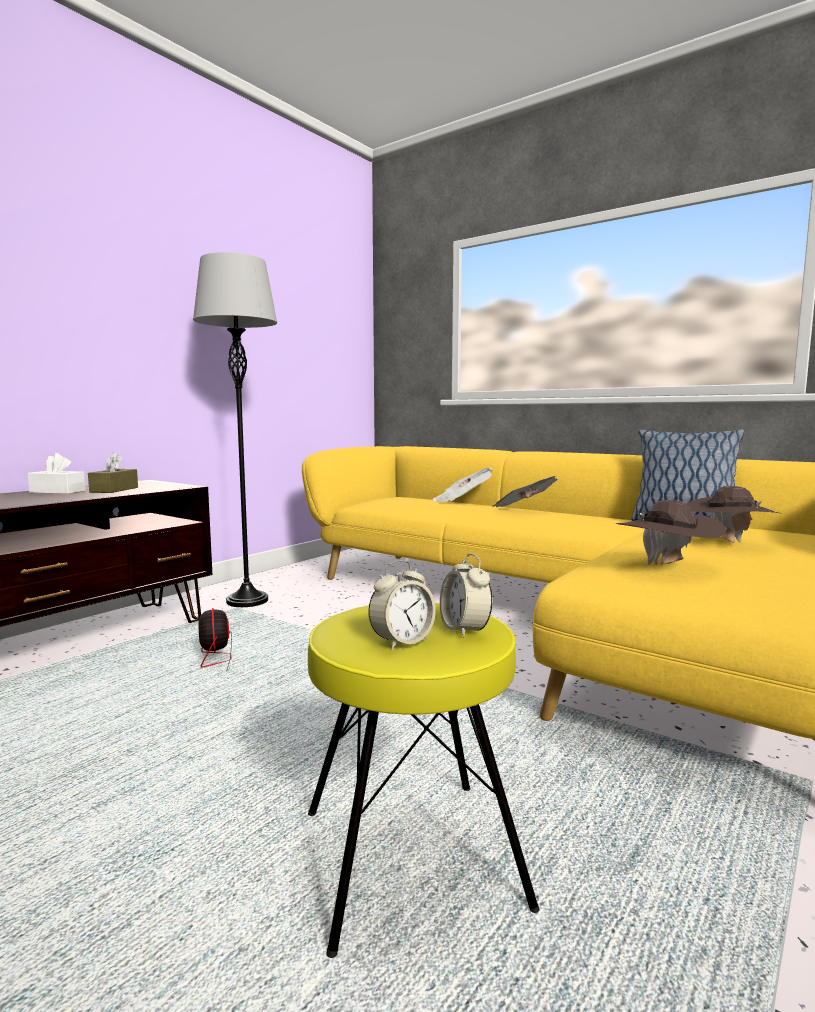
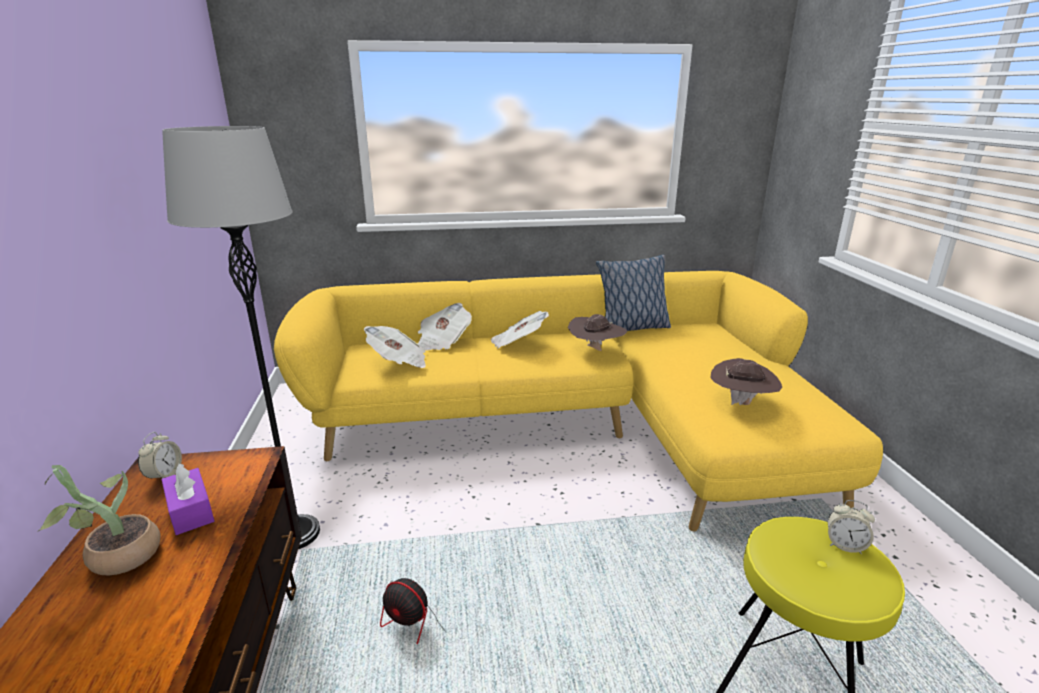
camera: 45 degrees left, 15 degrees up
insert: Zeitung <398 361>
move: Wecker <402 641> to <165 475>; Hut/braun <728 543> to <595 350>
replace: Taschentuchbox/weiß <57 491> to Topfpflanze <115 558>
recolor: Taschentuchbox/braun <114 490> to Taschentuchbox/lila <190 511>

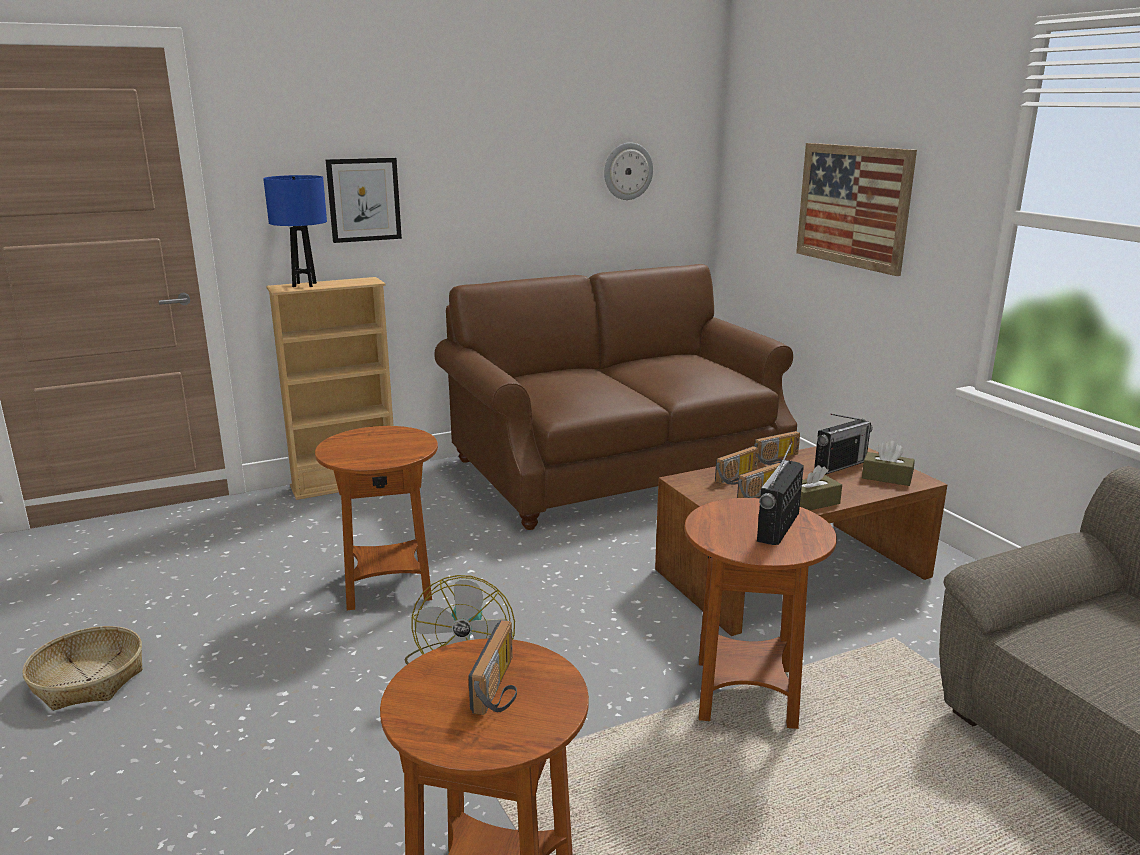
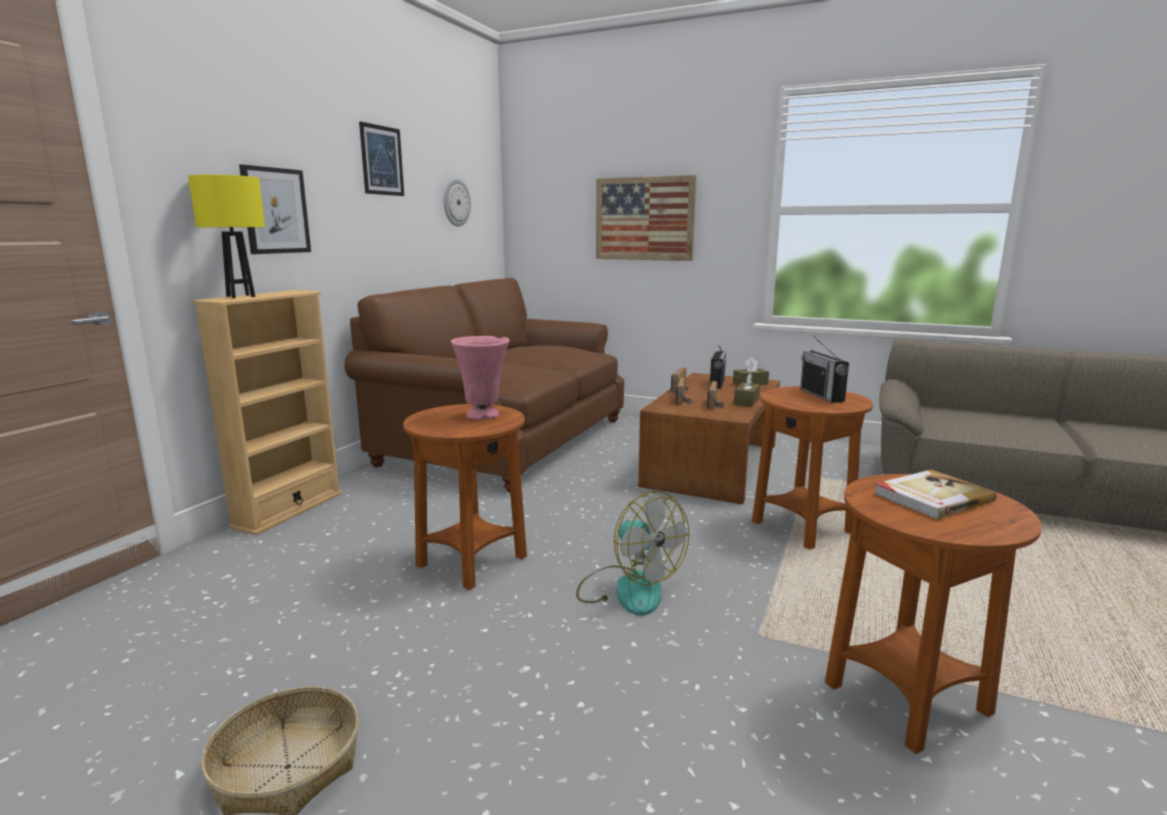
camera: 40 degrees left, 5 degrees down
insert: Bild <382 160>; Vase/rosa <483 416>
replace: Radio <501 687> to Buch <931 497>
recolor: Tischlampe/blau <304 285> to Tischlampe/gelb <240 296>

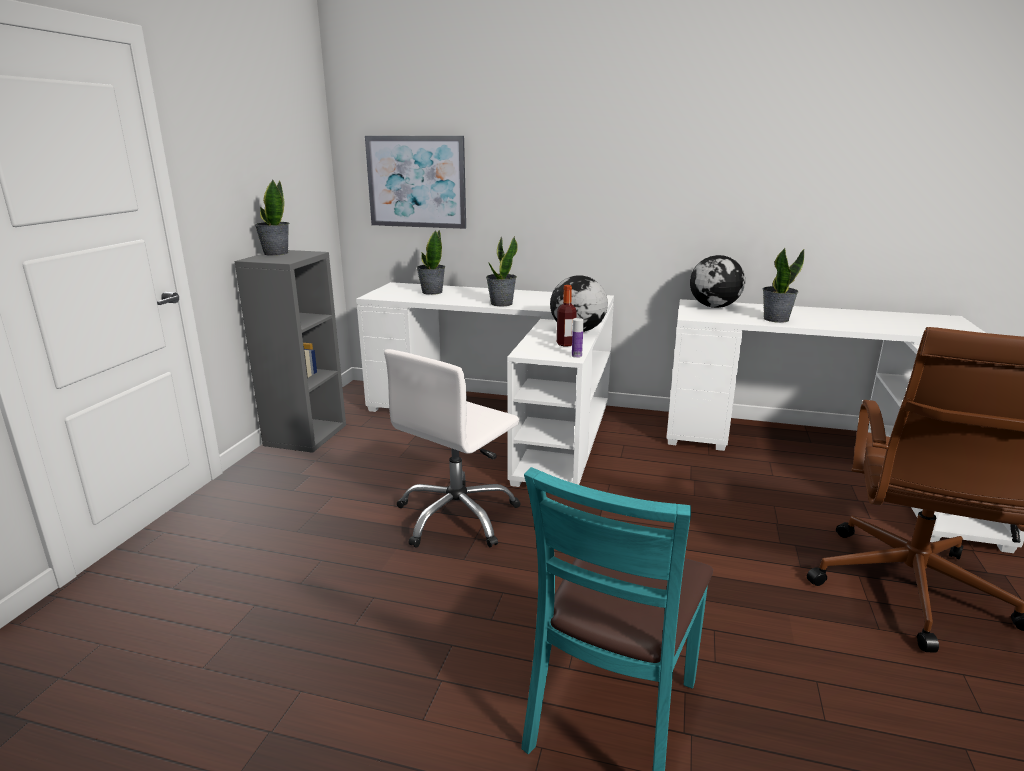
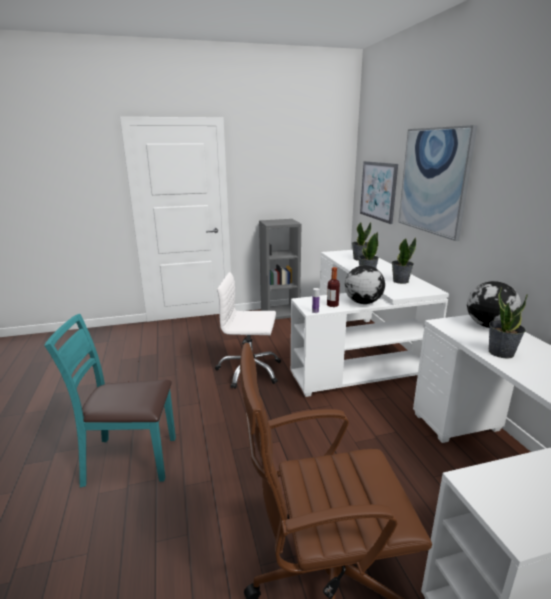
camera: 60 degrees right, 0 degrees up
insert: Bild <433 181>
move: Topfpflanze <275 253> to <400 281>

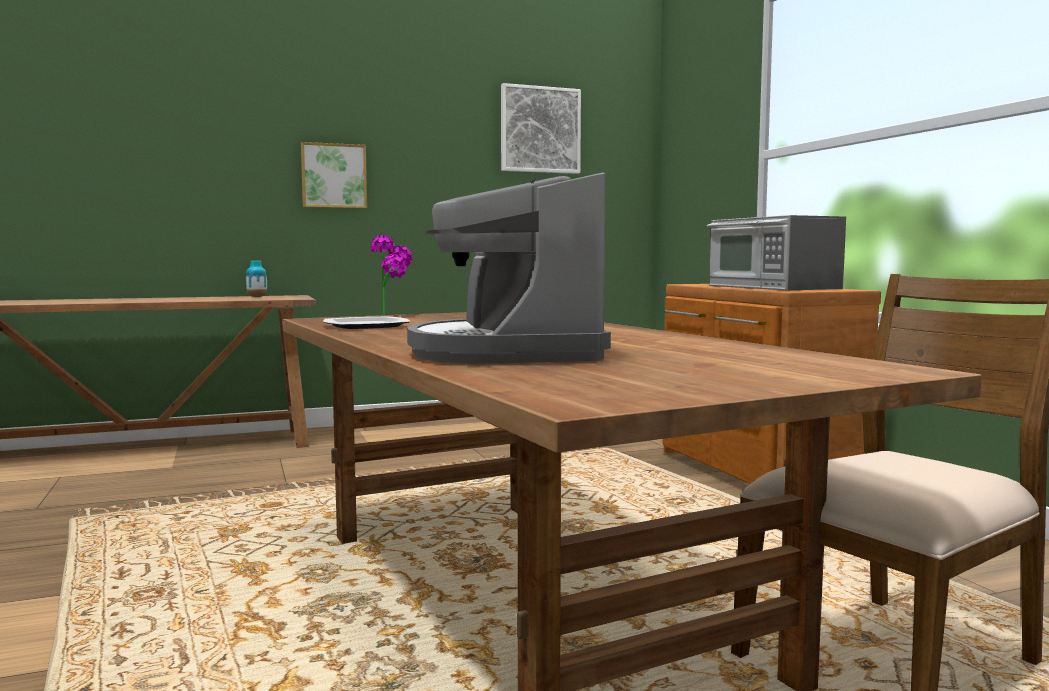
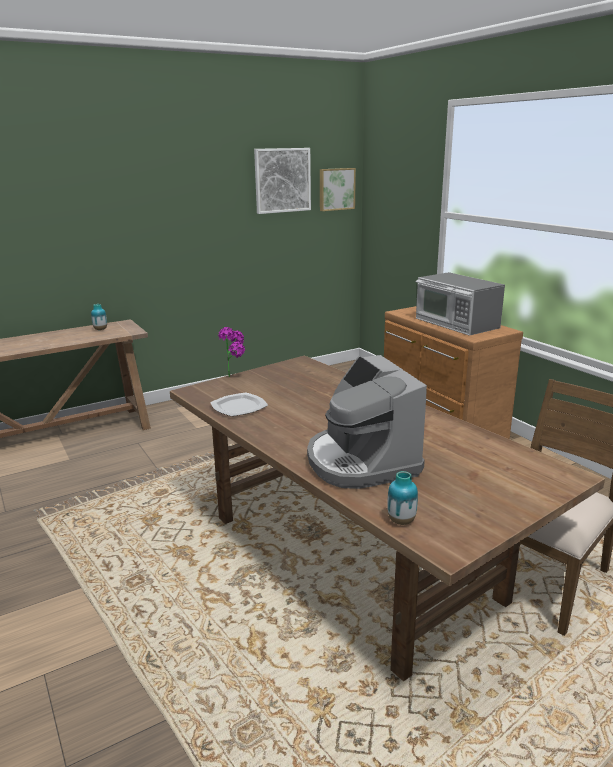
camera: 10 degrees left, 15 degrees up
insert: Vase <401 521>
move: Bild <333 176> to <336 189>

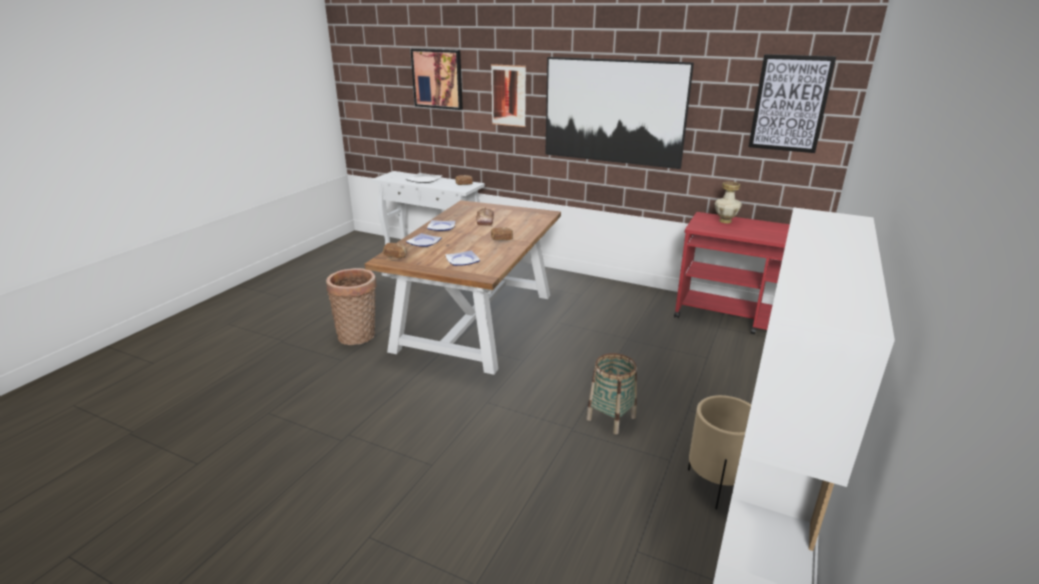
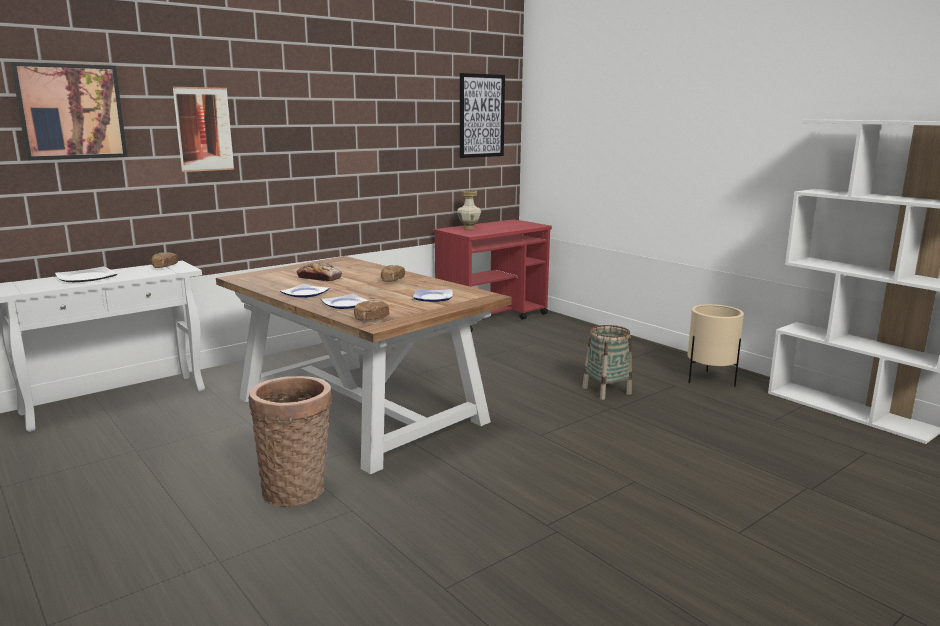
camera: 65 degrees left, 10 degrees down
delete: Bild <613 112>

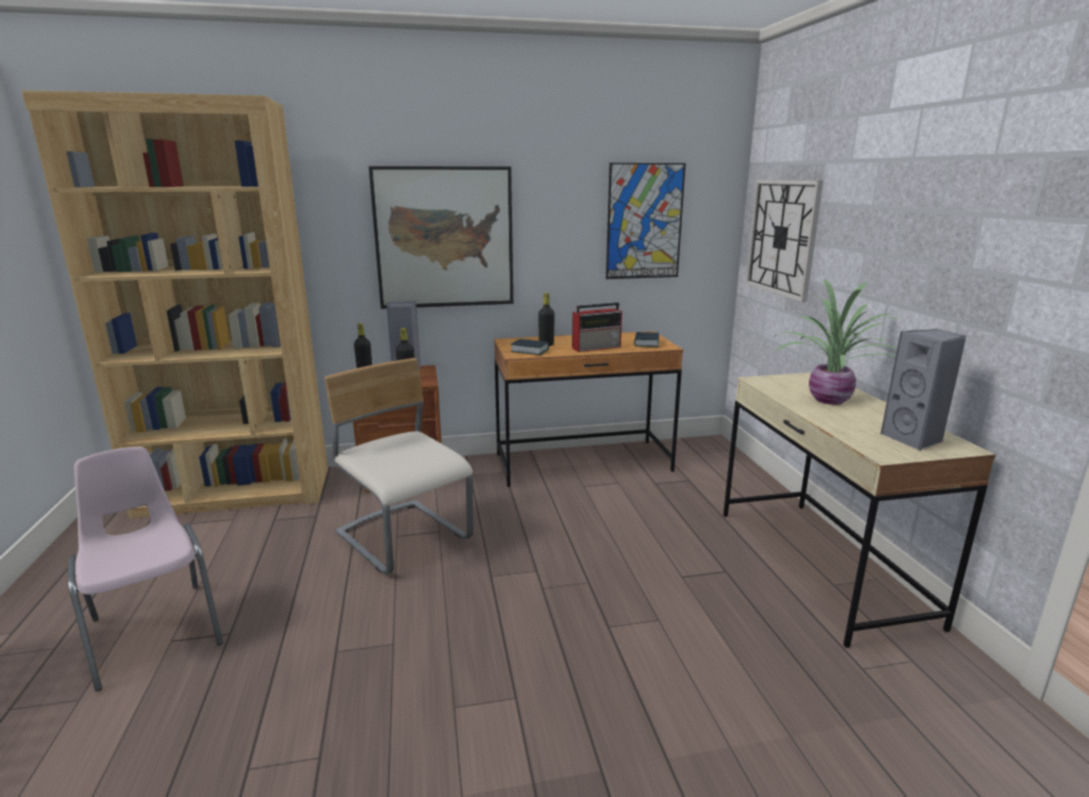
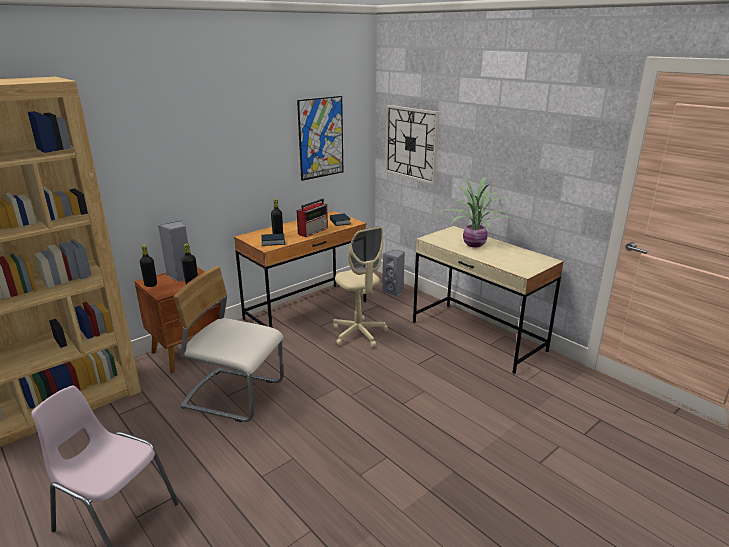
camera: 30 degrees left, 5 degrees up
delete: Bild <444 238>
insert: Bürostuhl/beige <359 334>
move: Lautsprecher/grau <914 439> to <394 292>

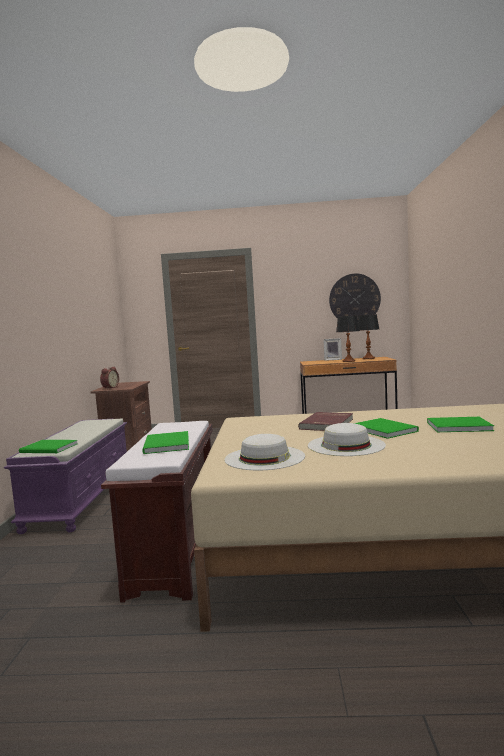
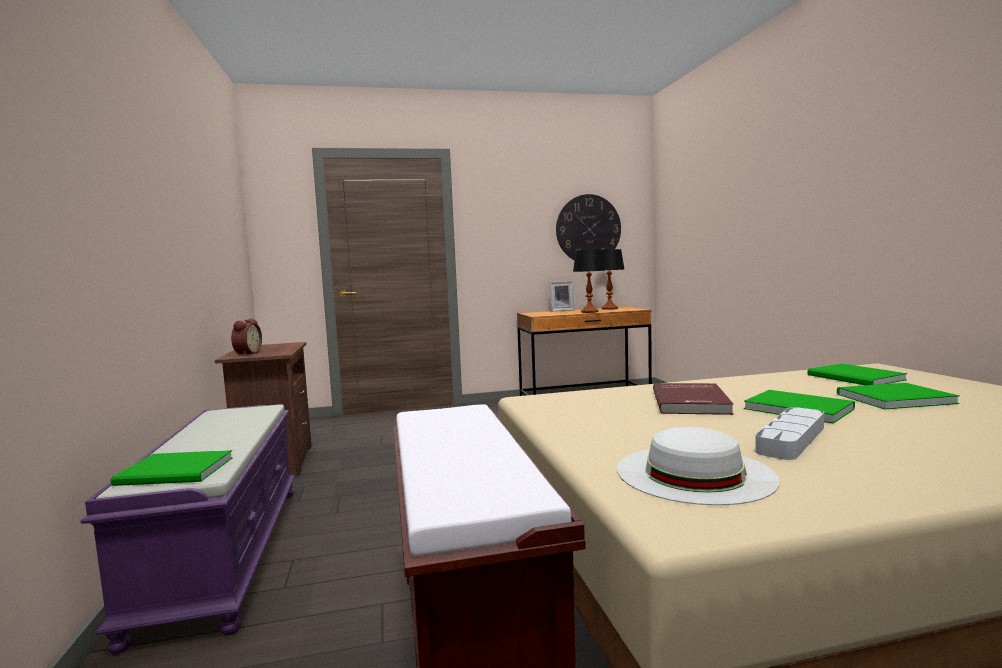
camera: 15 degrees left, 0 degrees up
move: Buch/grün <165 445> to <856 378>
replace: Hut/weiß <346 445> to Tablett/grau <791 439>

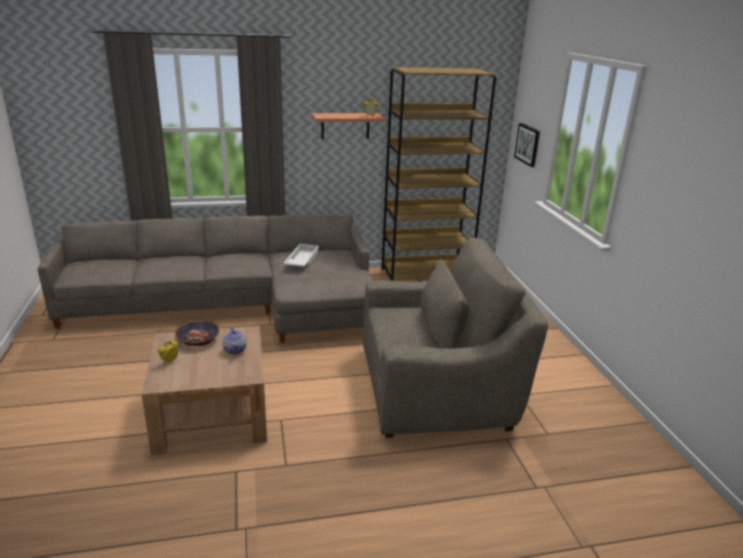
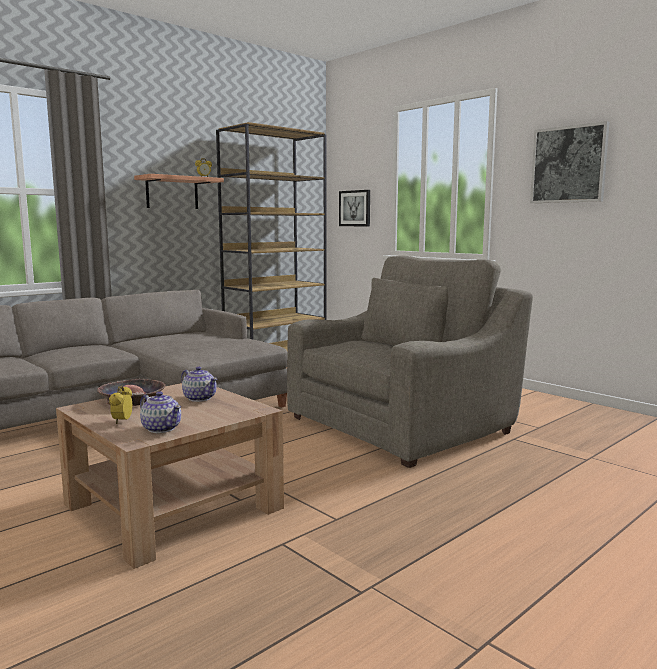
camera: 30 degrees left, 15 degrees down
delete: Tablett/weiß <301 260>
insert: Teekanne <161 428>; Bild <569 164>

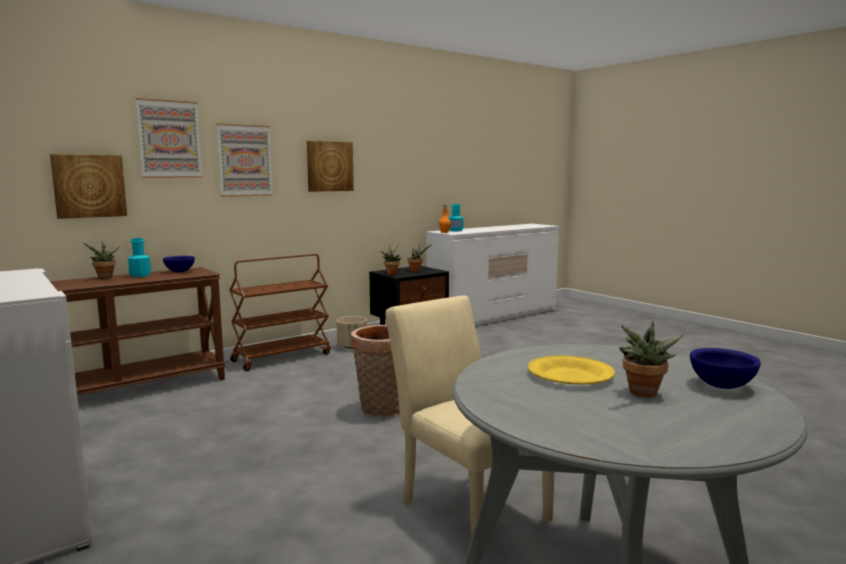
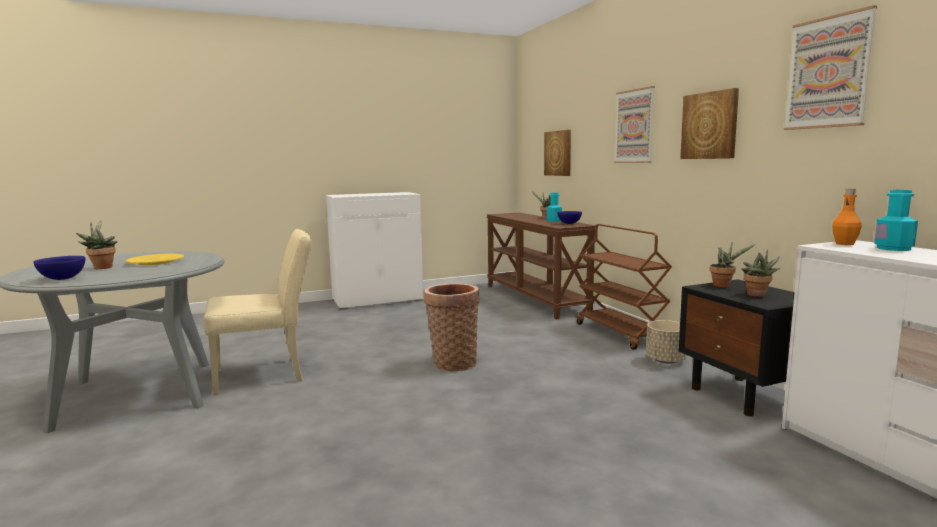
camera: 105 degrees right, 0 degrees up
move: Bild <169 139> to <828 73>

